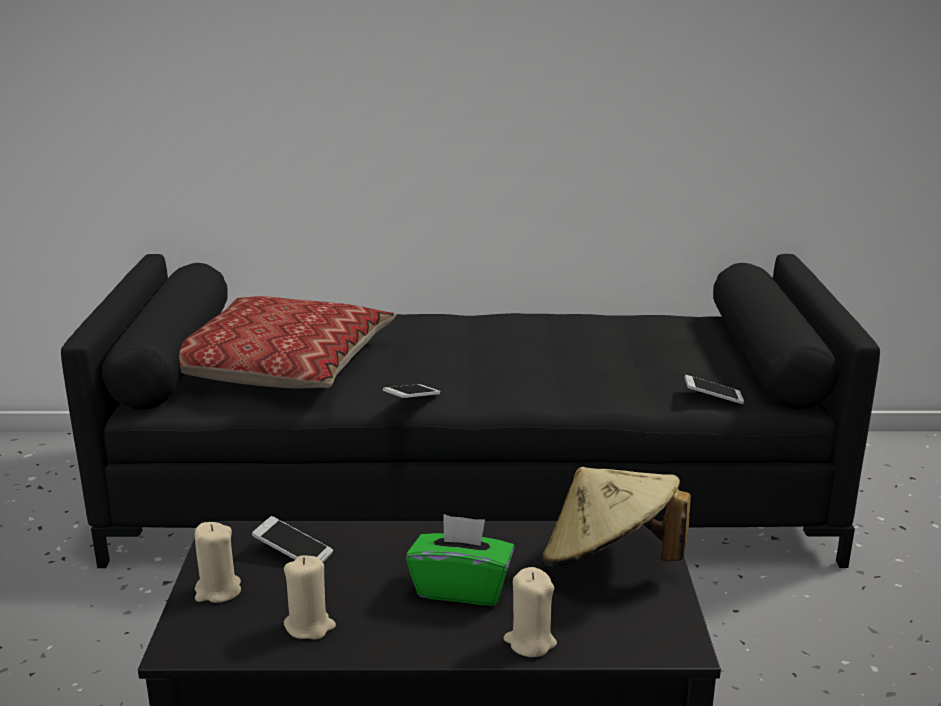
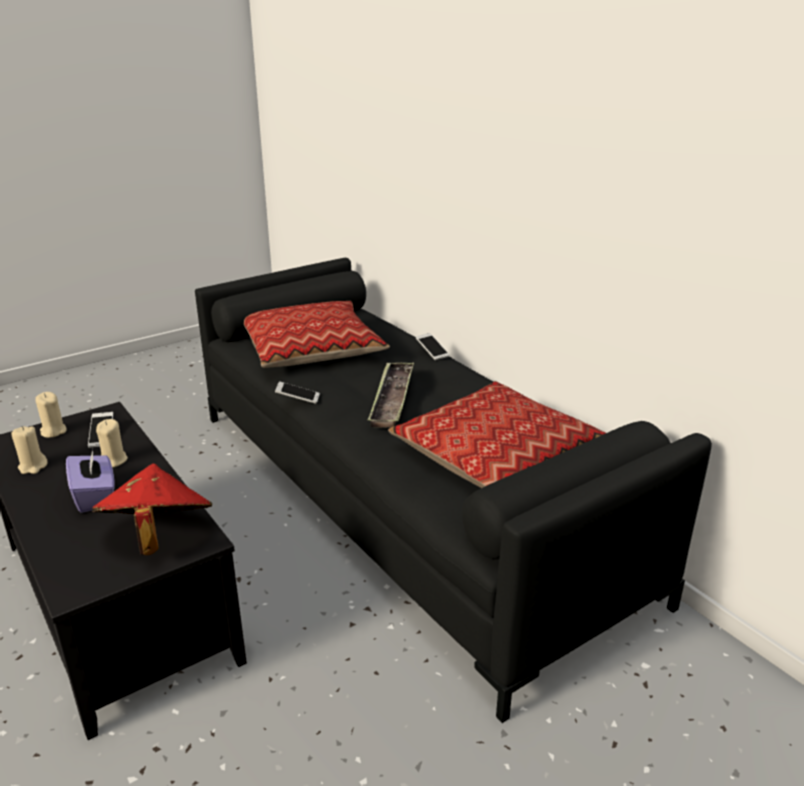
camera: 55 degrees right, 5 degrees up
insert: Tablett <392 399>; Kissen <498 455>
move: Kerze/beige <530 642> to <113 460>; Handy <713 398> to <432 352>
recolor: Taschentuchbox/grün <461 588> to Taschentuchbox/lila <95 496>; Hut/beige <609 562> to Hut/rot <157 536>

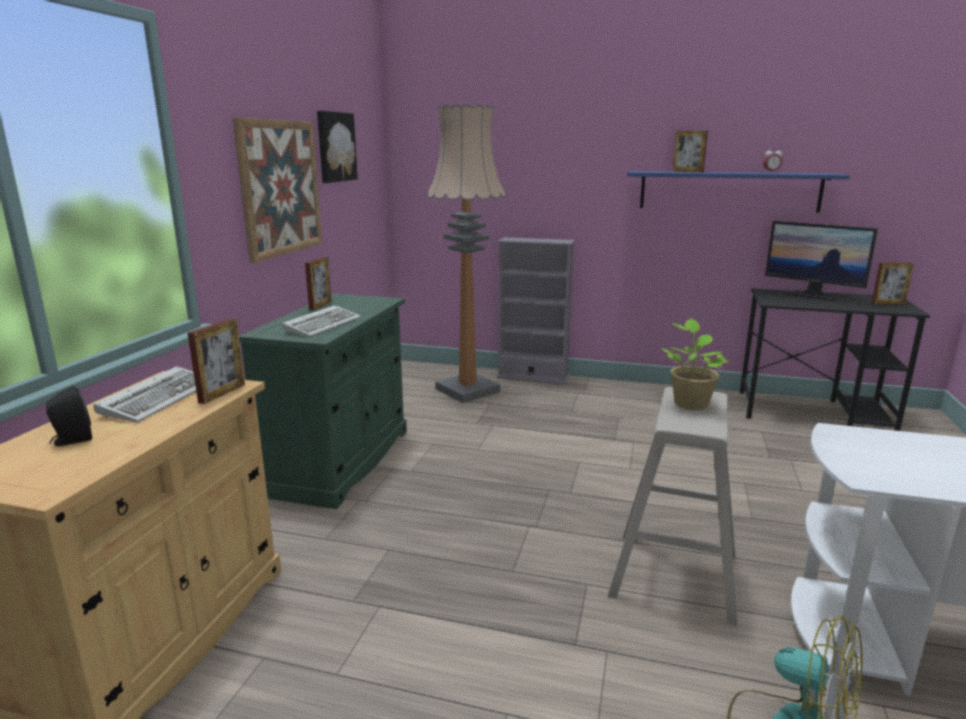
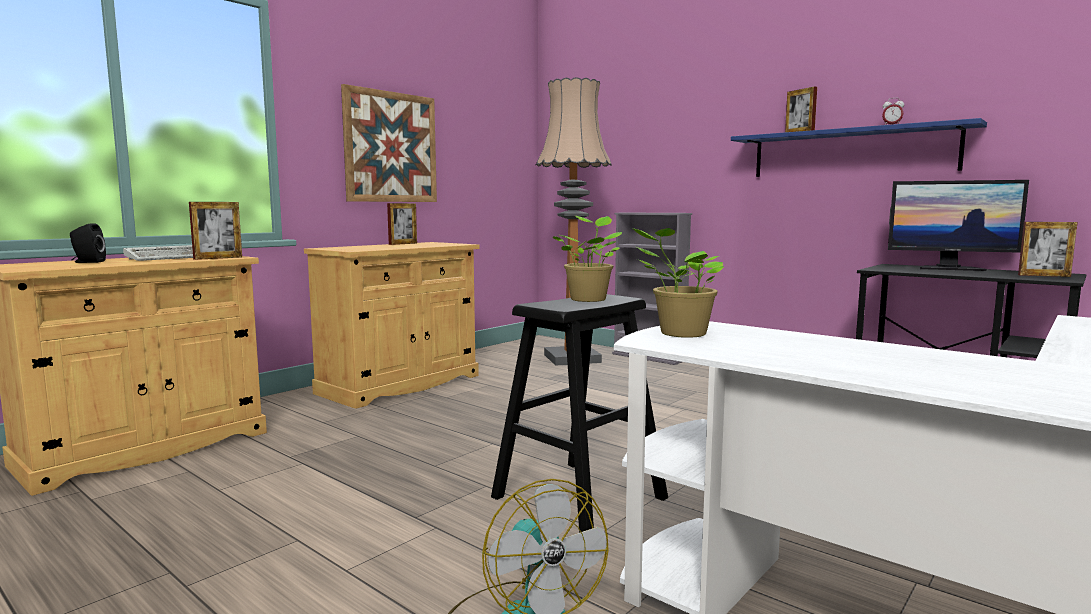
camera: 25 degrees right, 10 degrees down
delete: Tastatur <323 324>; Bild <335 147>
insert: Topfpflanze <679 333>
recolor: Schrank/grün <340 461> to Schrank/beige <400 384>; Hocker/beige <674 574> to Hocker/schwarz <579 497>
rotate: Monitor <812 295> = <949 268> 45 degrees counterclockwise

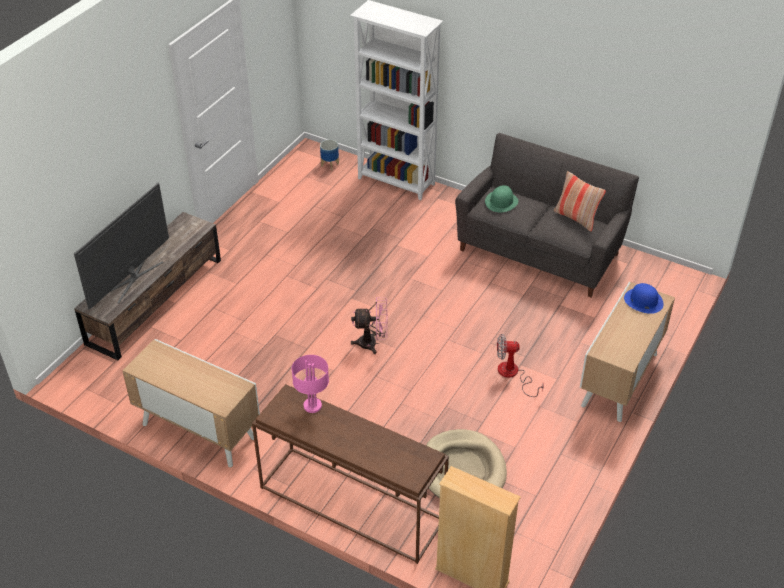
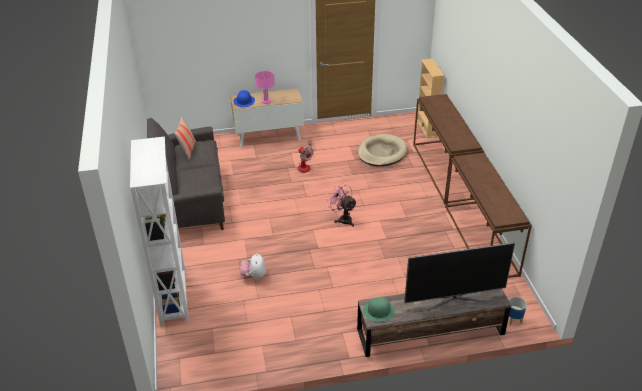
camera: 130 degrees left, 5 degrees down
insert: Plüschtier <254 276>
move: Tischlampe/rosa <312 405> to <266 101>; Pflanzkübel <330 165> to <513 320>; Hut/grün <501 201> to <378 311>
replace: Schrank <197 431> to Konsolentisch/braun <481 240>

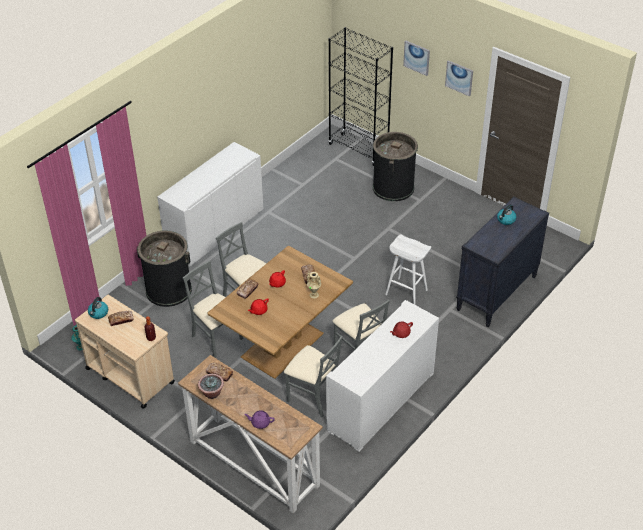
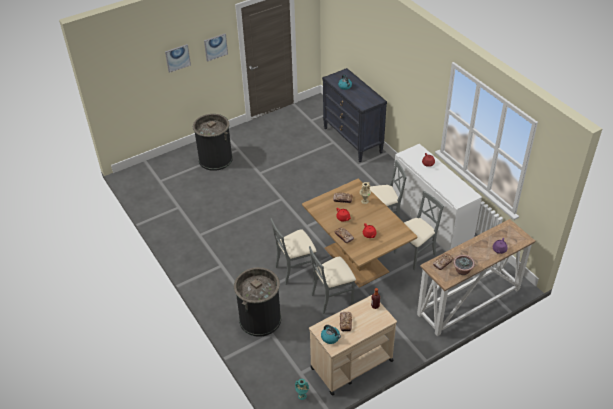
camera: 70 degrees left, 0 degrees up
delete: Schrank/weiß <215 230>; Bücherregal/schwarz <358 150>; Hocker/weiß <405 292>

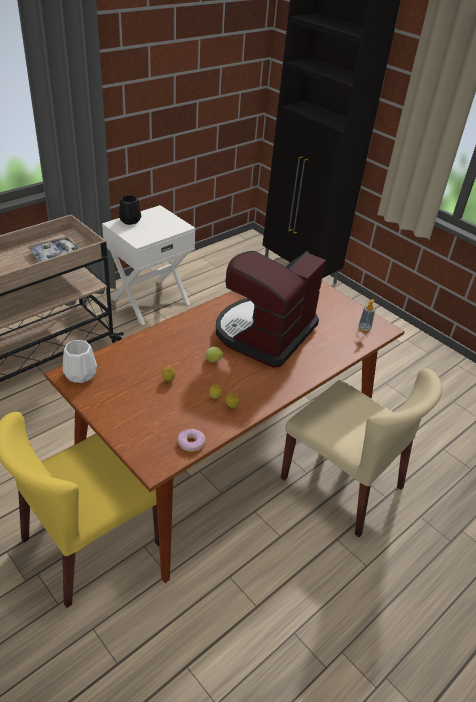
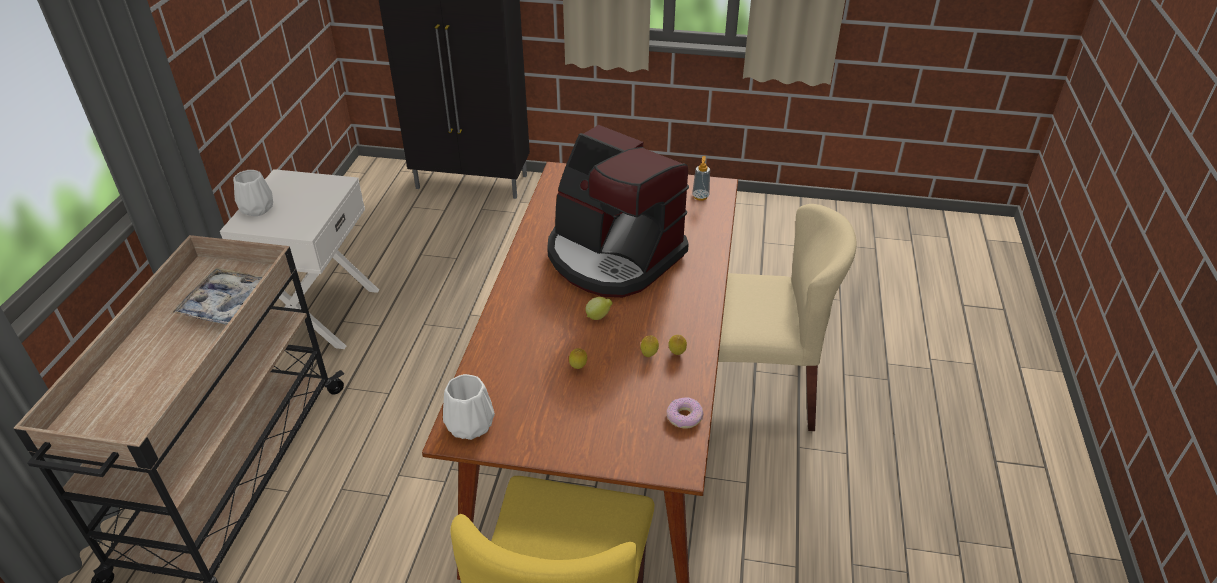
camera: 35 degrees left, 0 degrees up
recolor: Vase/schwarz <130 220> to Vase/weiß <258 208>
rotate: Kaffeemaschine <264 333> = <613 256> 45 degrees counterclockwise

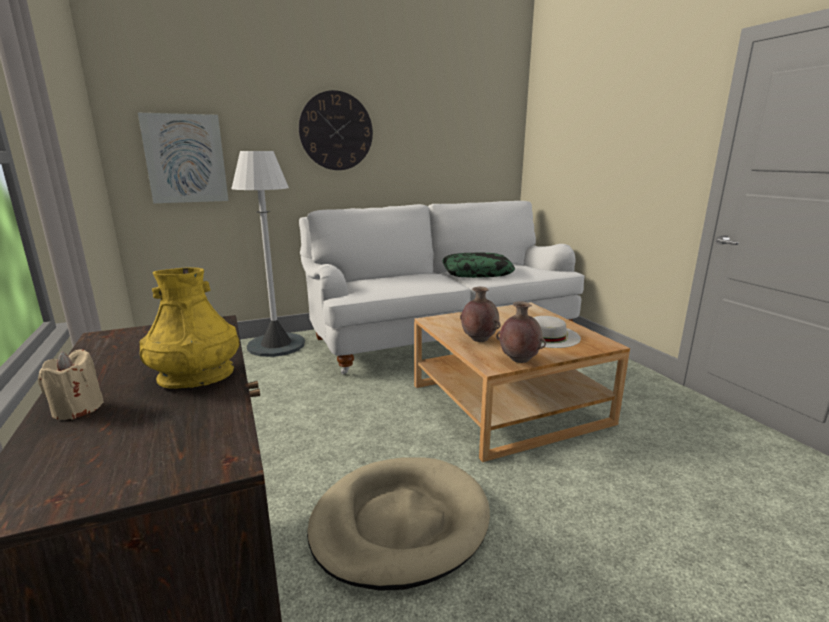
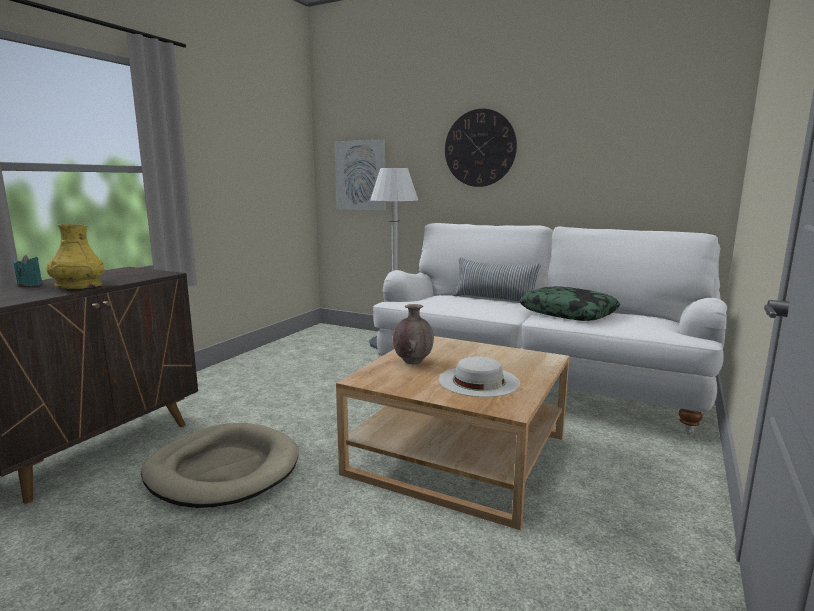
camera: 50 degrees right, 5 degrees down
delete: Vase/braun <518 360>
insert: Kissen <494 299>
recolor: Kerze/beige <77 409> to Kerze/türkis <30 285>

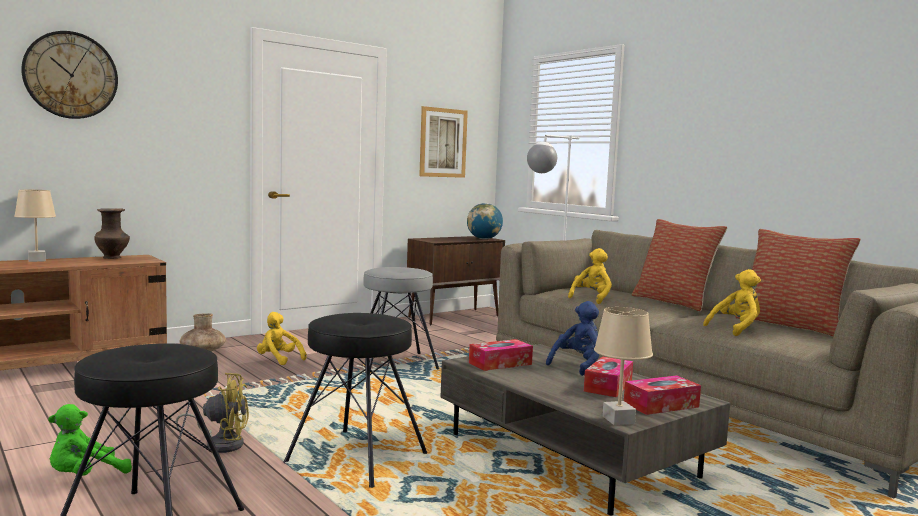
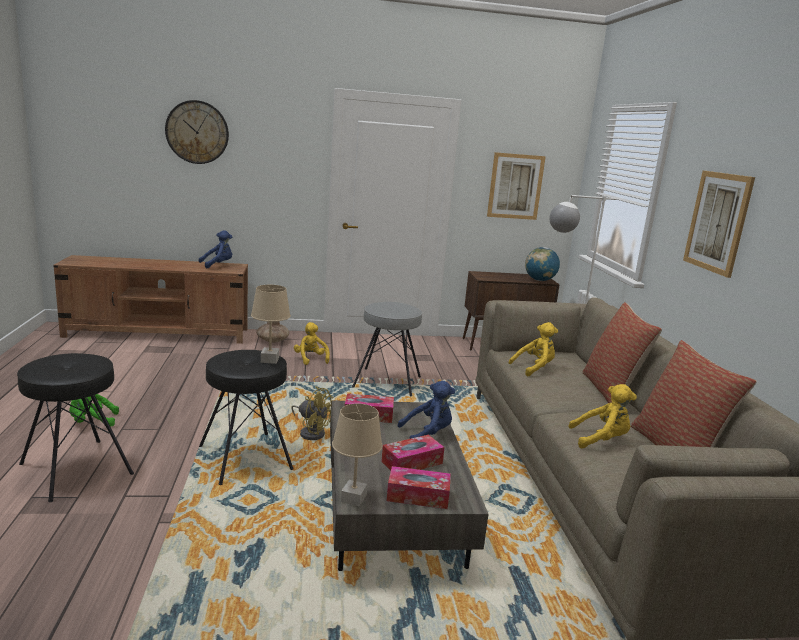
camera: 30 degrees right, 10 degrees up
insert: Bild <717 222>
move: Tischlampe/beige <37 260> to <270 360>; Ventilator/gelb <221 444> to <311 432>
replace: Vase/braun <113 258> to Plüschtier/blau <218 265>

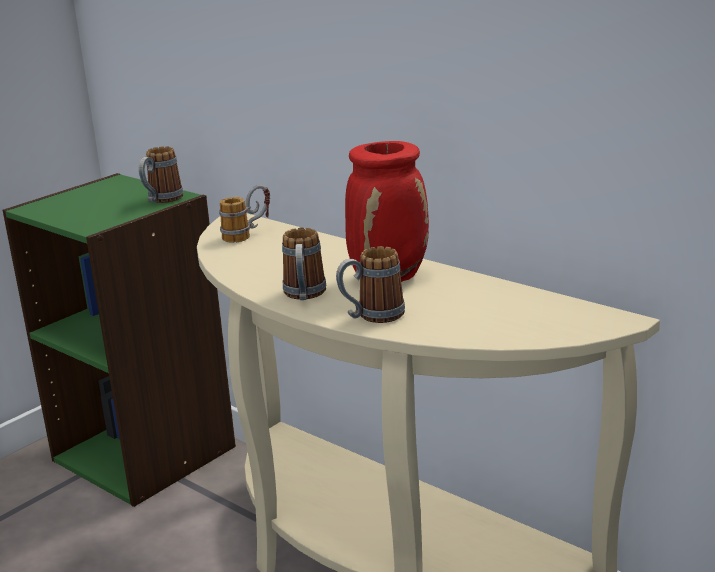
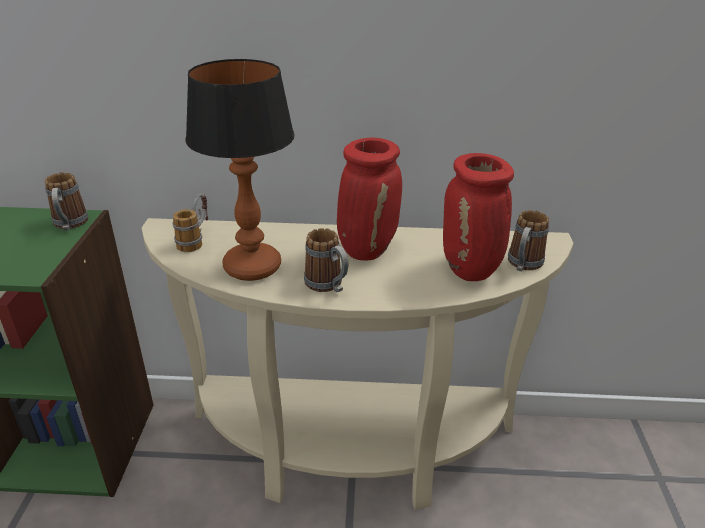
camera: 40 degrees left, 10 degrees up
insert: Tischlampe <251 266>; Vase/rot <470 271>
move: Henkelbecher <372 316> to <523 265>

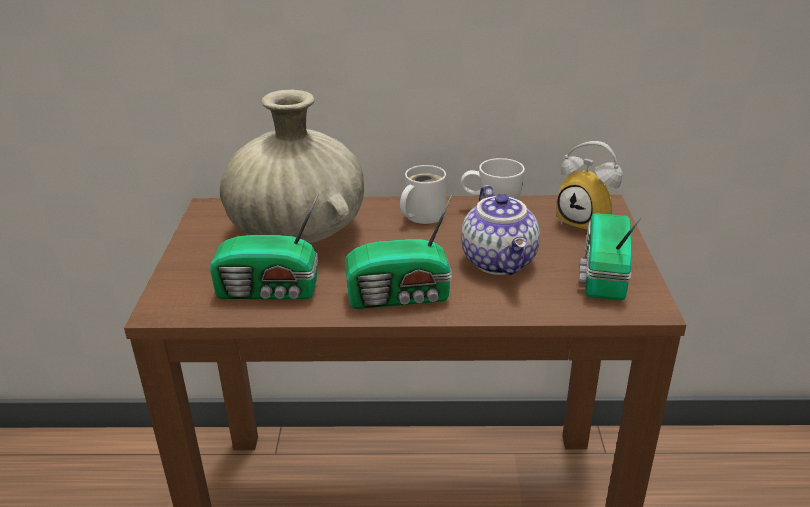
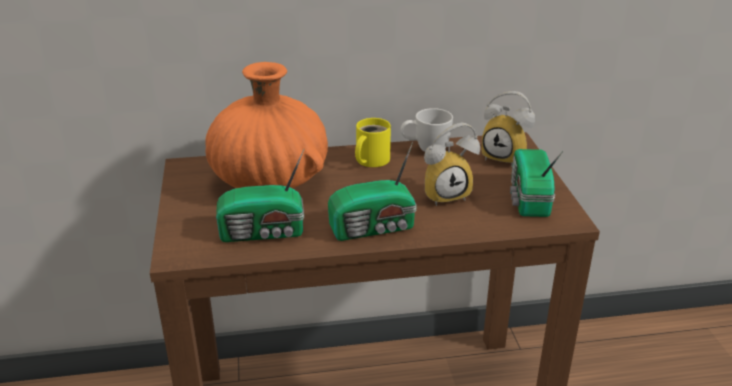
camera: 10 degrees left, 0 degrees up
replace: Teekanne <501 262> to Wecker <446 194>
recolor: Vase/beige <298 231> to Vase/orange <270 181>; Henkelbecher/weiß <421 215> to Henkelbecher/gelb <370 160>

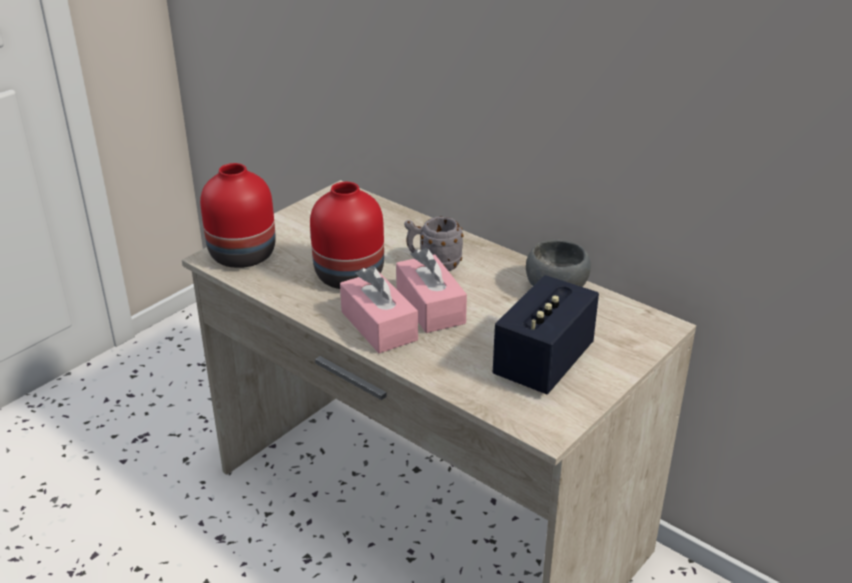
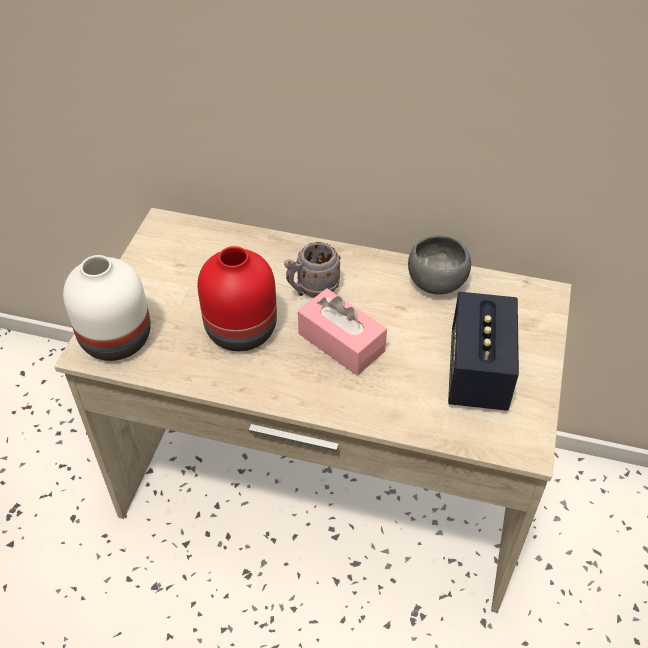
camera: 25 degrees left, 15 degrees up
delete: Taschentuchbox/rosa <379 326>
recolor: Vase/rot <244 254> to Vase/weiß <117 337>

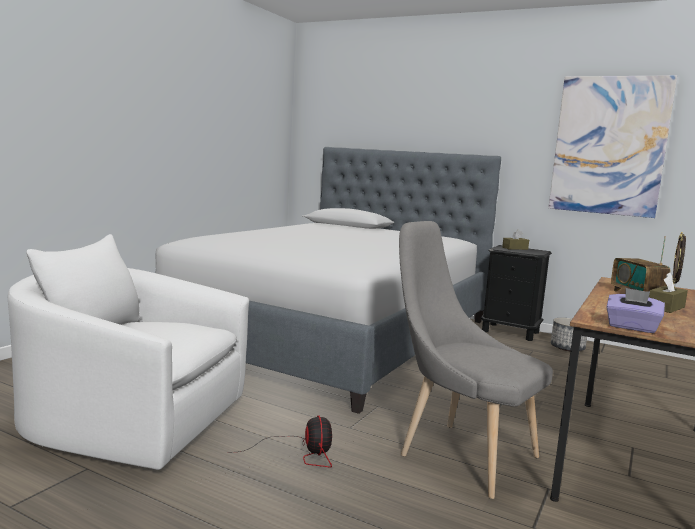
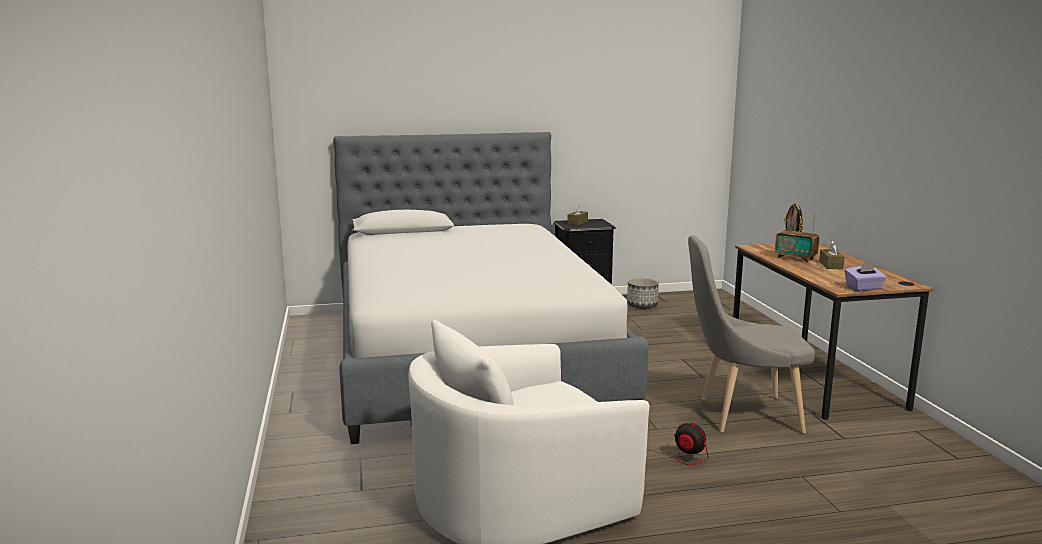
camera: 40 degrees left, 5 degrees up
delete: Bild <609 146>

